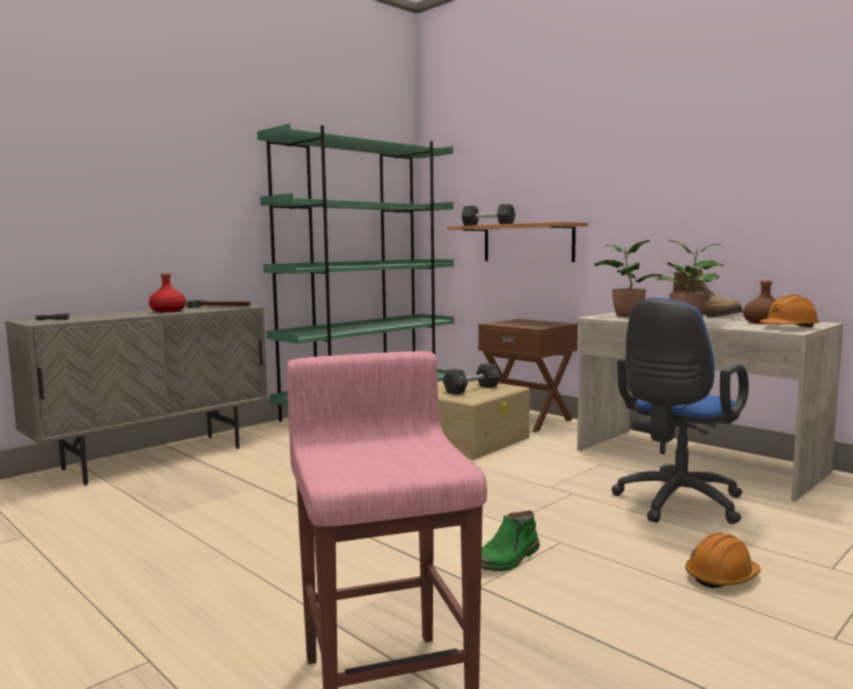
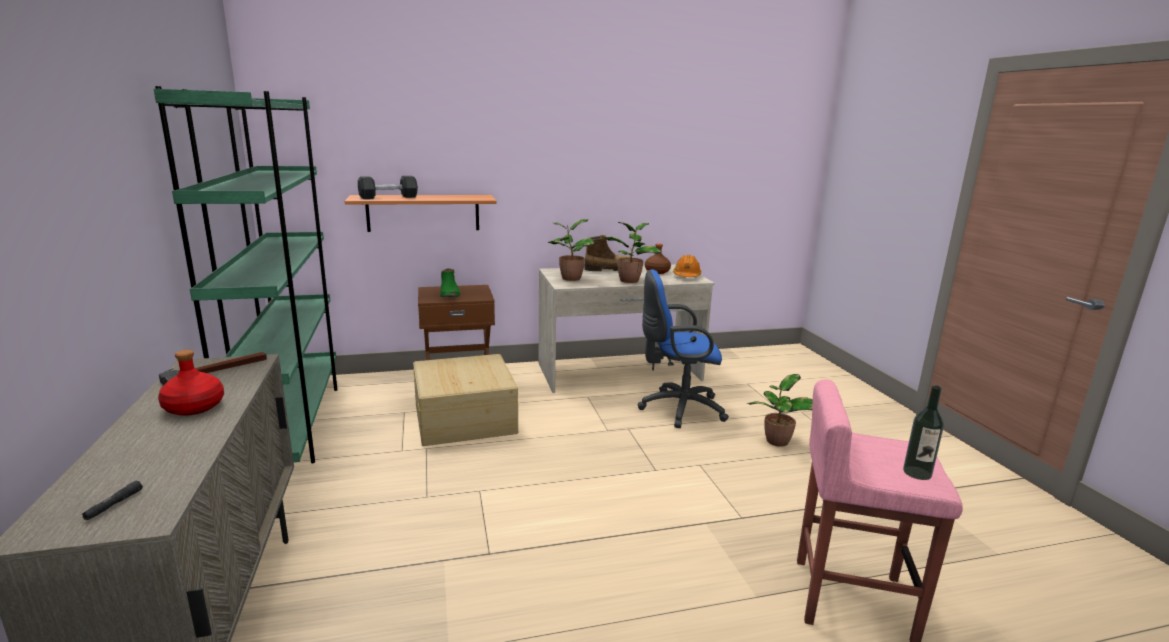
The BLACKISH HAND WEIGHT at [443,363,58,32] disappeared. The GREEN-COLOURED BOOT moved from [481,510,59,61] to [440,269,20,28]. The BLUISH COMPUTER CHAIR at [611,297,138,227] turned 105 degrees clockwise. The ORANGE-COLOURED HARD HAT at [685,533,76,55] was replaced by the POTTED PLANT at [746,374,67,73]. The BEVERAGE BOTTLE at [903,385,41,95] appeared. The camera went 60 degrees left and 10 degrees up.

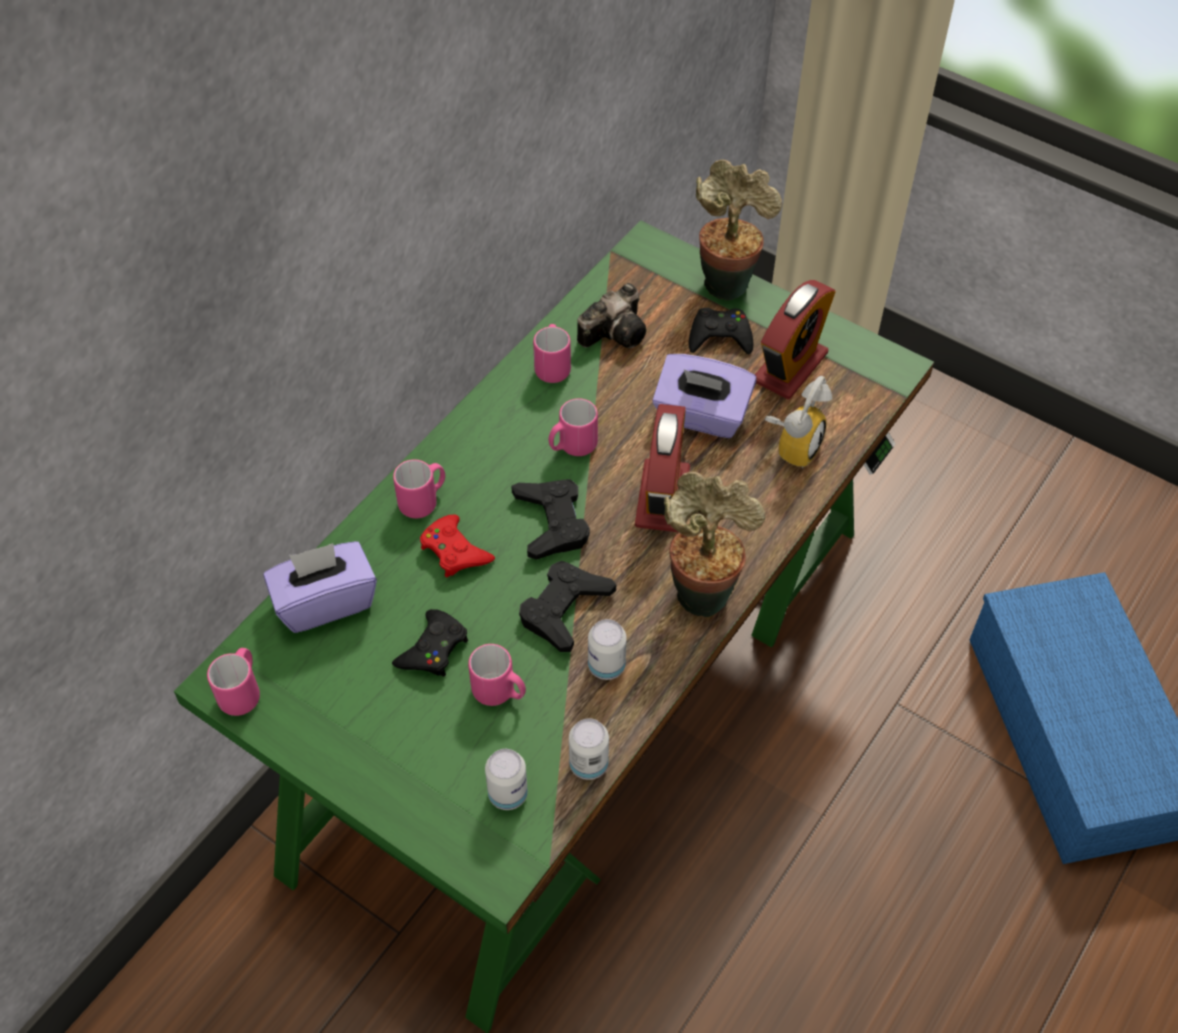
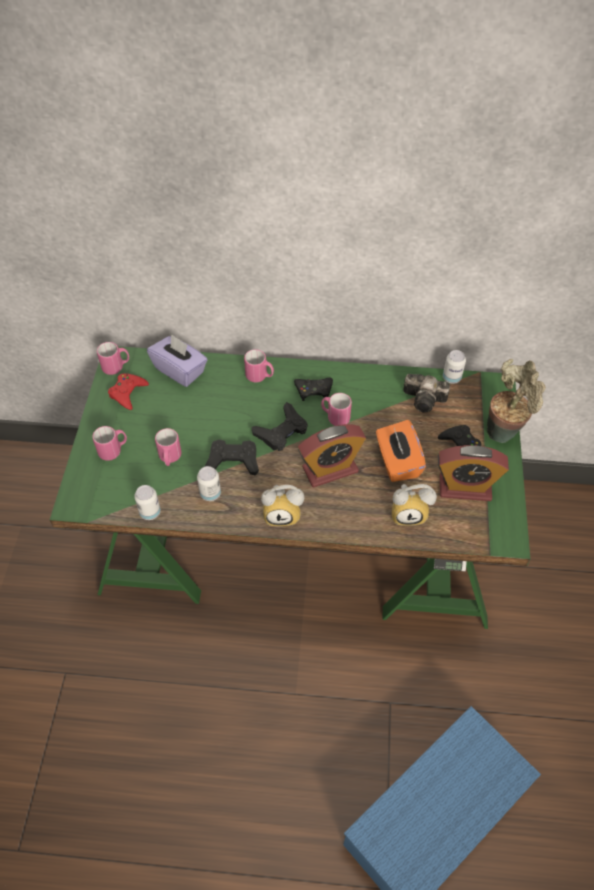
The BLACKISH JOYPAD moved from [392,609,76,68] to [294,378,39,23]. The REDDISH JOYPAD moved from [420,514,75,64] to [108,373,41,37]. The SEALED CAN moved from [485,749,43,61] to [443,350,23,34]. The PINK TEA MUG moved from [533,324,38,59] to [92,426,35,35]. The PURPLE-COLOURED BOX OF TISSUES at [652,354,105,84] became the ORANGE-COLOURED BOX OF TISSUES at [376,420,50,62]. The POTTED PLANT at [664,472,102,145] was replaced by the TABLE CLOCK at [261,485,44,41]. The camera went 60 degrees right and 0 degrees up.

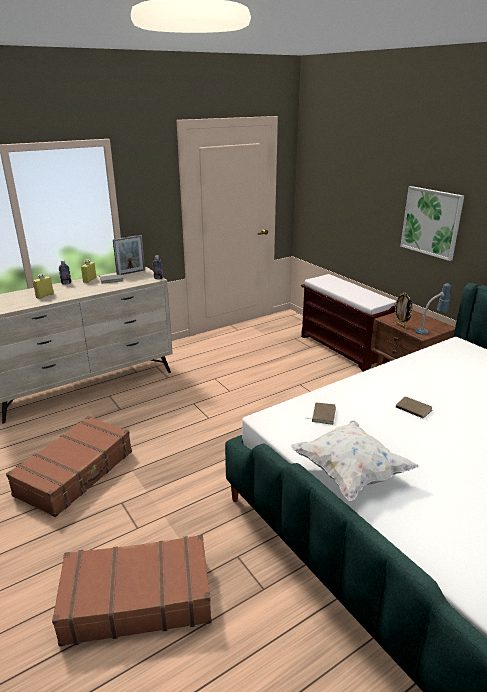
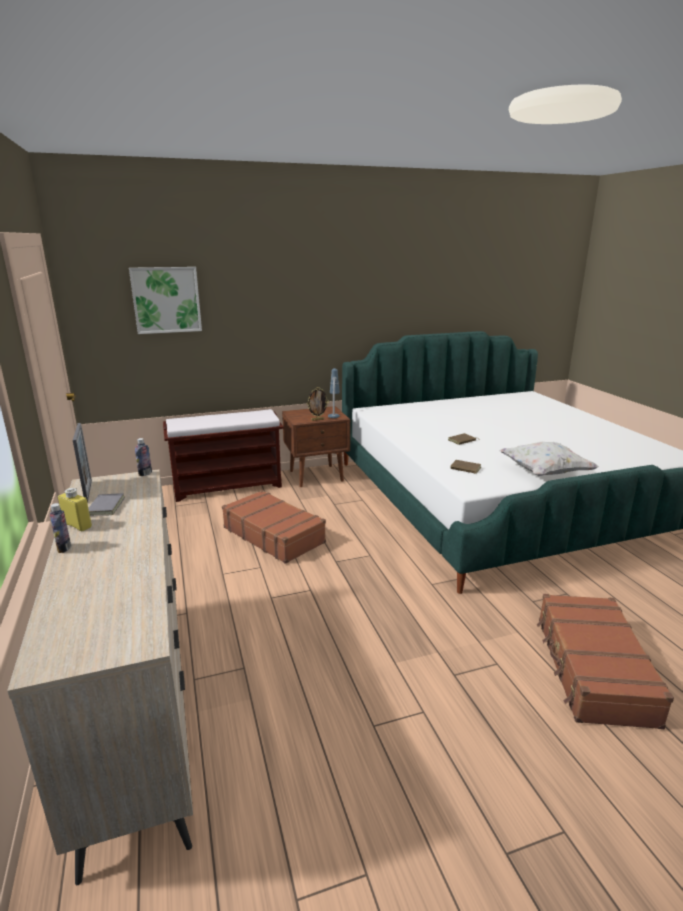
The BROWN TRAVEL CASE moved from [6,416,126,101] to [222,490,104,74]. The YELLOWISH BEVERAGE BOTTLE at [33,274,21,25] disappeared. The WALL PICTURE moved from [400,186,64,75] to [129,267,73,67]. The camera went 75 degrees left and 5 degrees down.

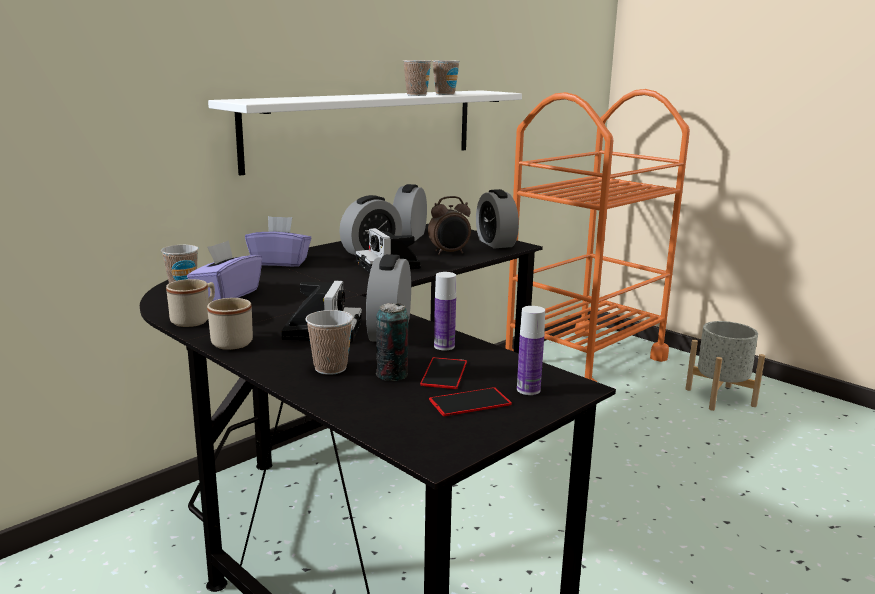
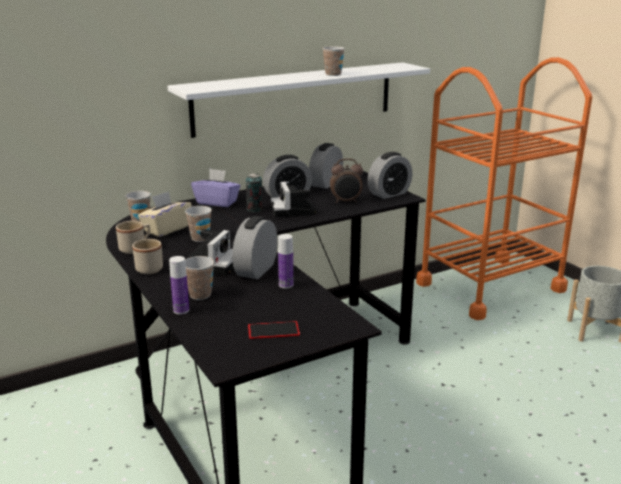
The PURPLE-COLOURED BOX OF TISSUES at [187,240,75,61] became the BEIGE BOX OF TISSUES at [138,191,54,46]. The SEALED CAN moved from [376,303,33,78] to [246,173,17,39]. The TELEPHONE at [420,357,47,32] disappeared. The CUP moved from [432,60,28,35] to [185,206,27,36]. The TABLE CLOCK at [476,189,43,59] turned 120 degrees counterclockwise. The BEVERAGE BOTTLE moved from [517,306,28,89] to [169,256,20,58]. The camera went 15 degrees right and 5 degrees up.

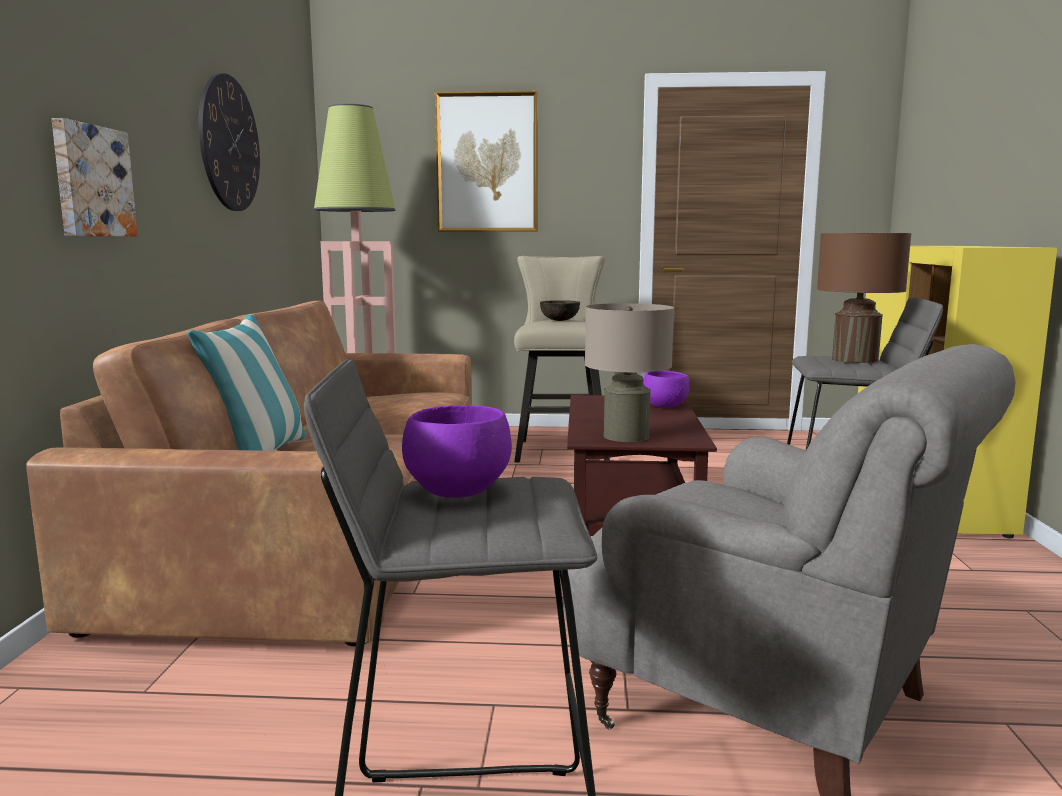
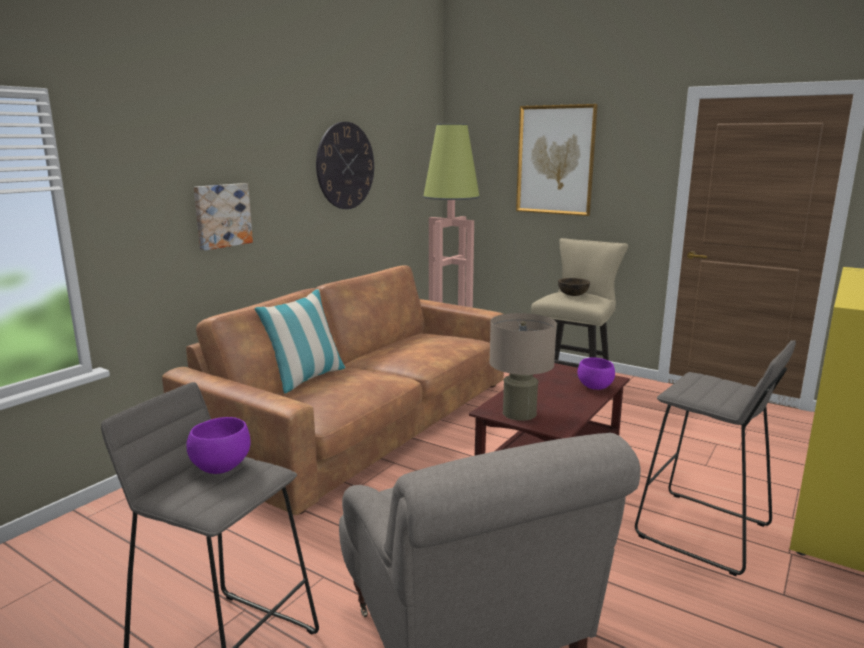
The BROWN LAMP FOR A TABLE at [817,233,95,130] disappeared. The camera went 30 degrees right and 5 degrees up.

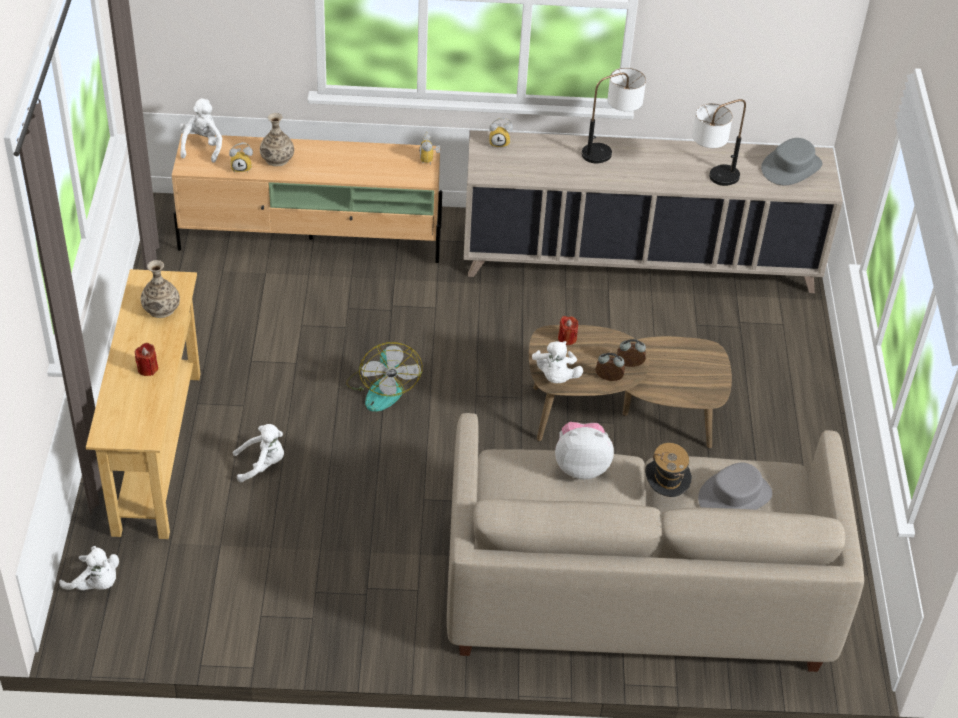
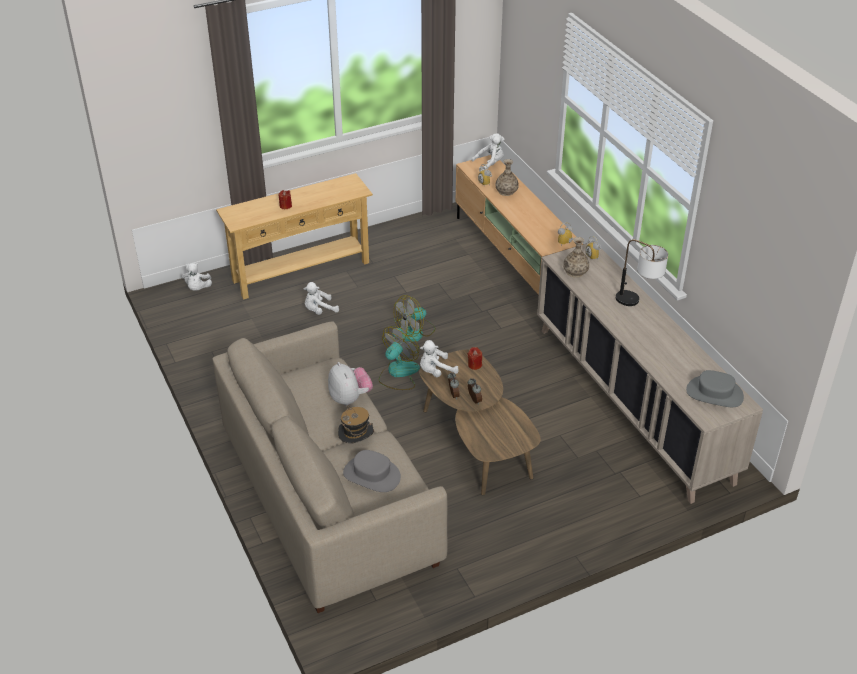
The VASE moved from [141,260,39,58] to [563,237,26,41]. The WHITE-COLOURED PLUSH TOY at [233,424,51,58] turned 105 degrees clockwise. The LAMP FOR A TABLE at [692,99,54,87] disappeared. The FAN at [379,326,41,64] appeared. The camera went 65 degrees right and 5 degrees down.

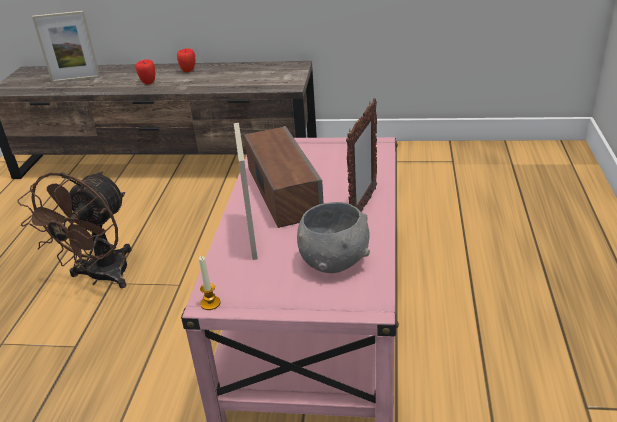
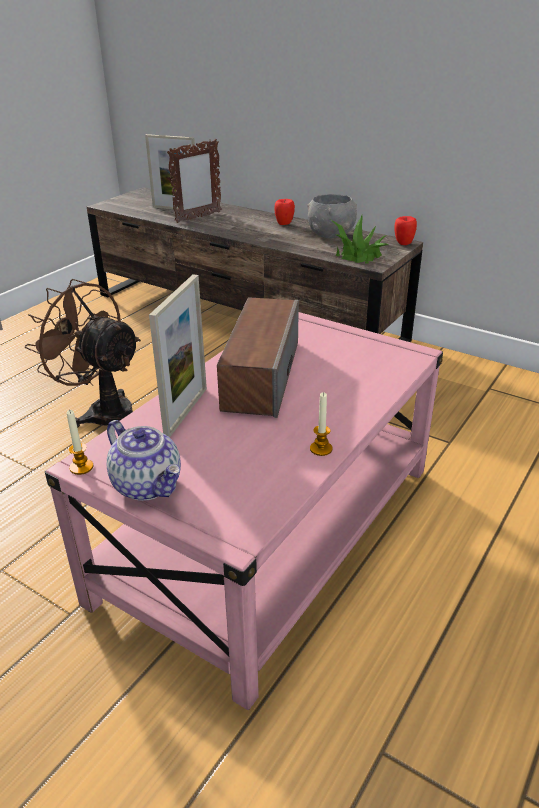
The BROWN FAN at [18,171,113,117] turned 75 degrees clockwise. The APPLE FRUIT moved from [136,59,19,25] to [394,216,23,29]. The GREYISH SERVING BOWL moved from [297,202,73,71] to [307,194,50,44]. The STANDING FRAME moved from [346,98,31,114] to [167,139,55,84]. The TEA POT at [107,420,74,81] appeared. The CANDLE at [310,392,23,64] appeared. The POTTED PLANT at [330,215,59,49] appeared. The camera went 25 degrees right and 0 degrees up.

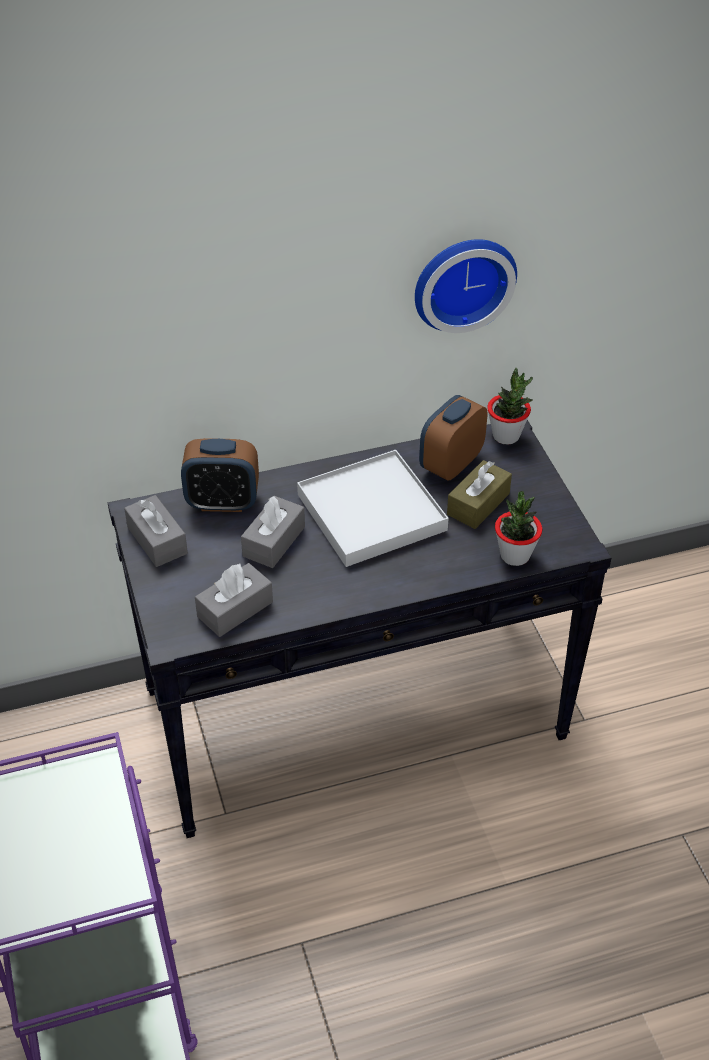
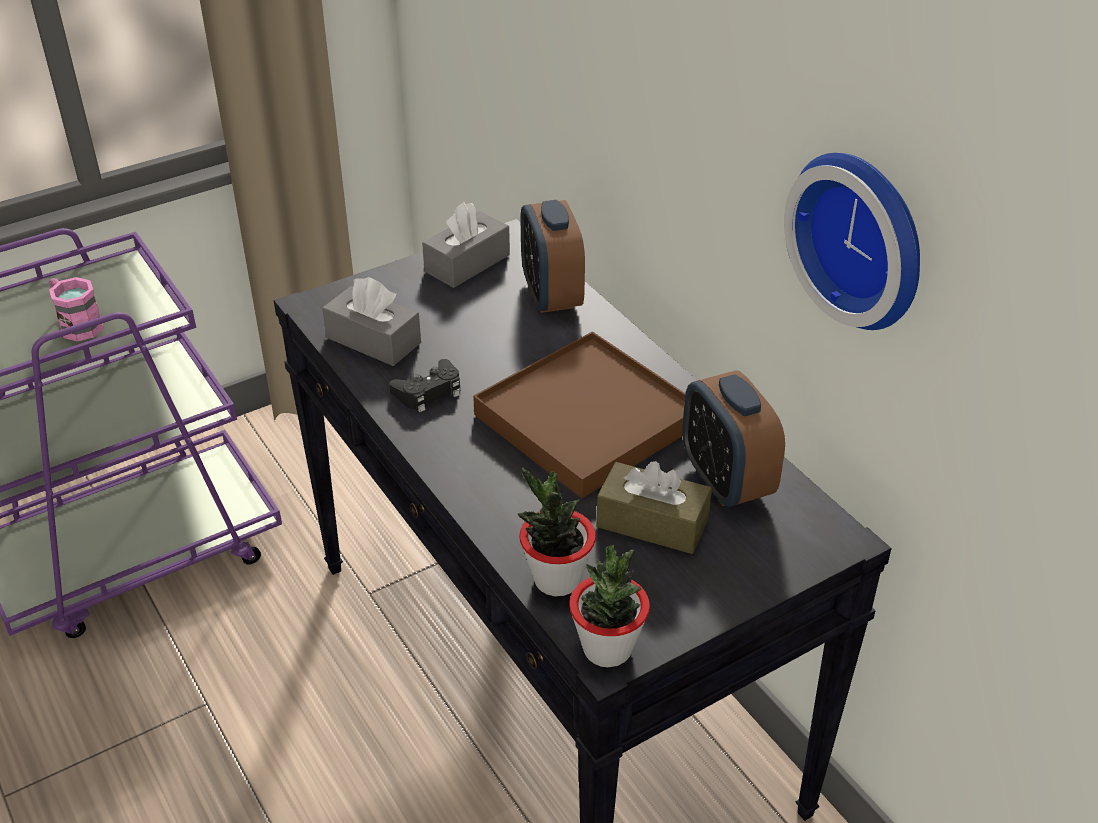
The GREYISH BOX OF TISSUES at [241,496,64,72] disappeared. The WHITE-COLOURED SERVING TRAY at [297,450,152,117] became the BROWN SERVING TRAY at [473,331,213,167]. The TABLE CLOCK at [419,395,68,86] turned 135 degrees counterclockwise. The POTTED PLANT moved from [487,368,46,76] to [569,545,81,122]. The PINK TEA MUG at [49,277,55,65] appeared. The BLACKISH JOYPAD at [389,359,71,53] appeared. The camera went 75 degrees right and 5 degrees down.

